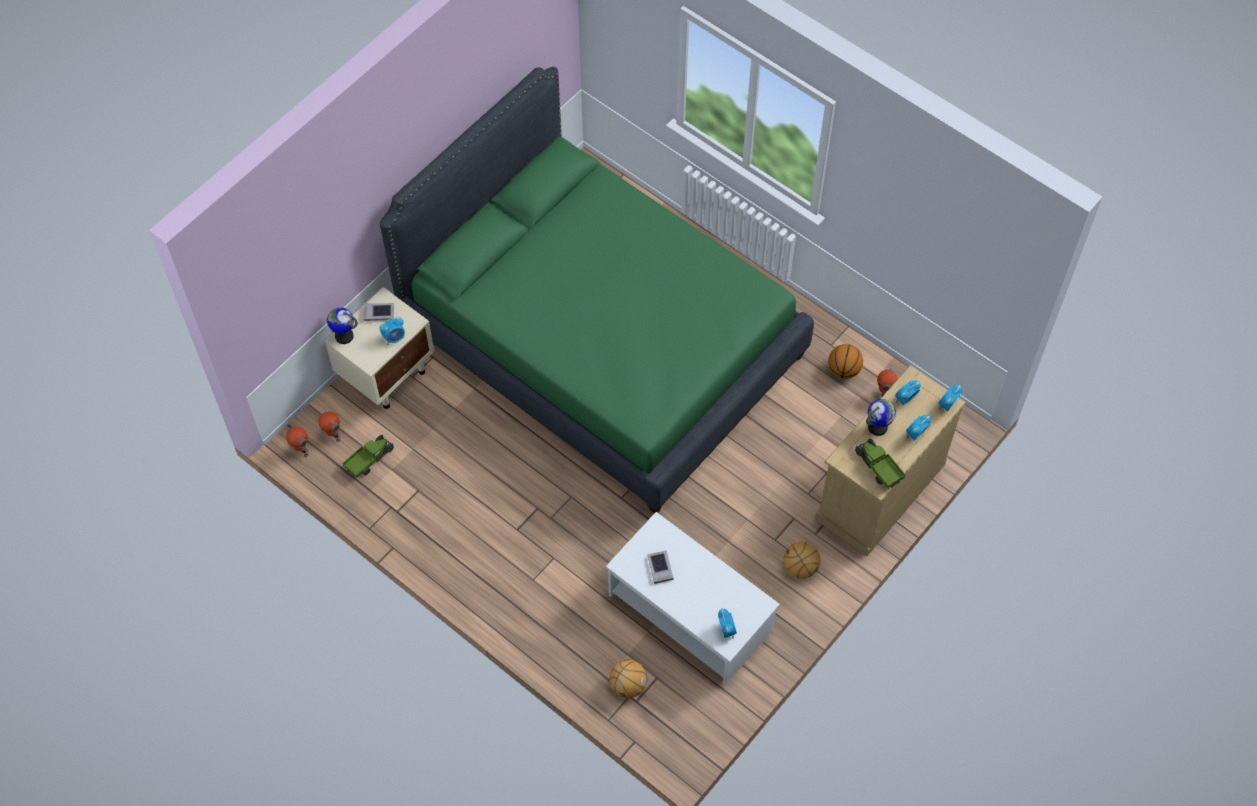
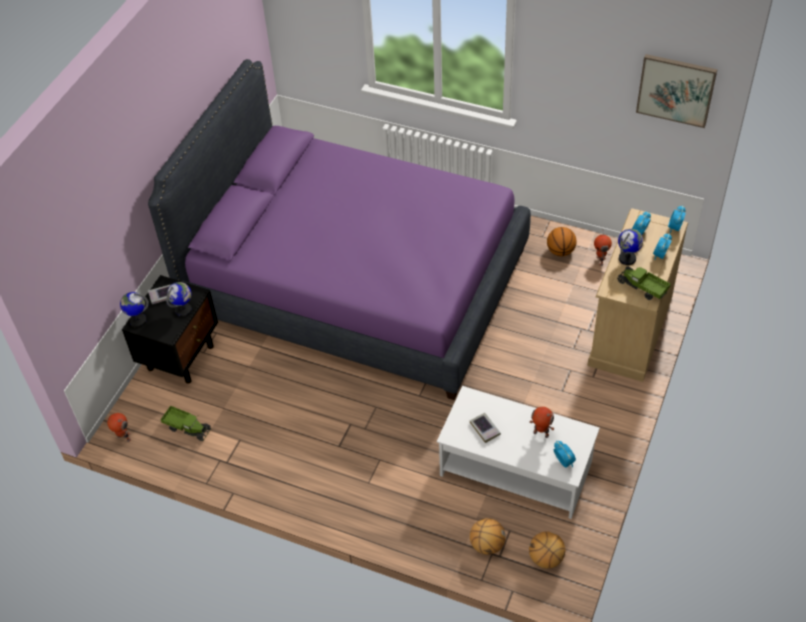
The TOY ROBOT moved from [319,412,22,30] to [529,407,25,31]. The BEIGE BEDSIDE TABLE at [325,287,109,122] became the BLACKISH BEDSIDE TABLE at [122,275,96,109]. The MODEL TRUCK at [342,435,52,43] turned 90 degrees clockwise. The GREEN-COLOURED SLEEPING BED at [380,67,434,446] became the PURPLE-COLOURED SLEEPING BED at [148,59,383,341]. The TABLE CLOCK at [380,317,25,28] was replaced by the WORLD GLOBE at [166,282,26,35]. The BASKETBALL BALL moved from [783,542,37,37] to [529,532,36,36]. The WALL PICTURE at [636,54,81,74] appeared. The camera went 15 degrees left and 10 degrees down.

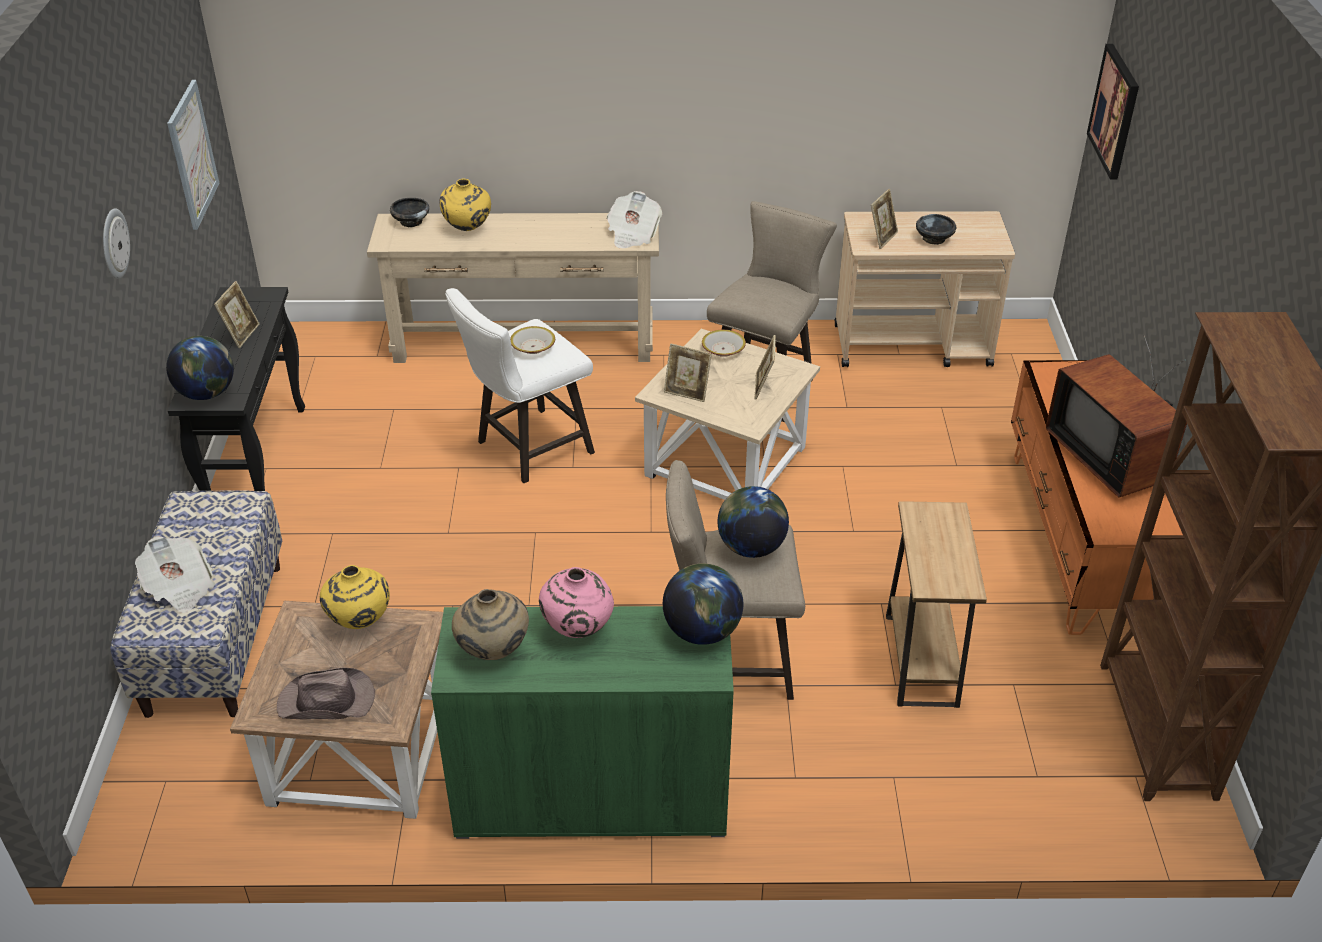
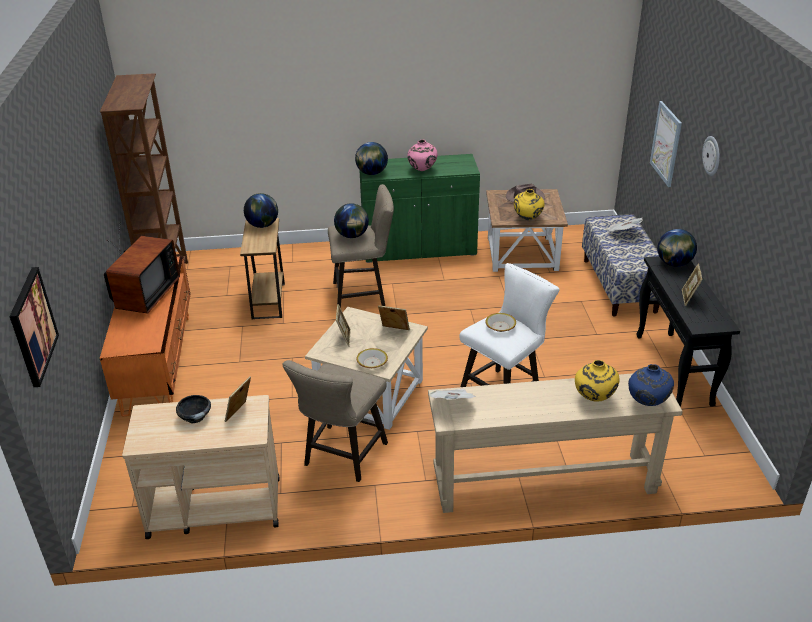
The WALL PICTURE moved from [167,80,52,150] to [650,101,32,86]. The BLACKISH SERVING BOWL at [390,198,39,29] was replaced by the BLUISH VASE at [628,364,46,42]. The BEIGE VASE at [452,589,77,71] disappeared. The TV at [1046,335,141,162] turned 45 degrees clockwise. The WORLD GLOBE at [244,193,34,35] appeared. The camera went 175 degrees right and 5 degrees down.

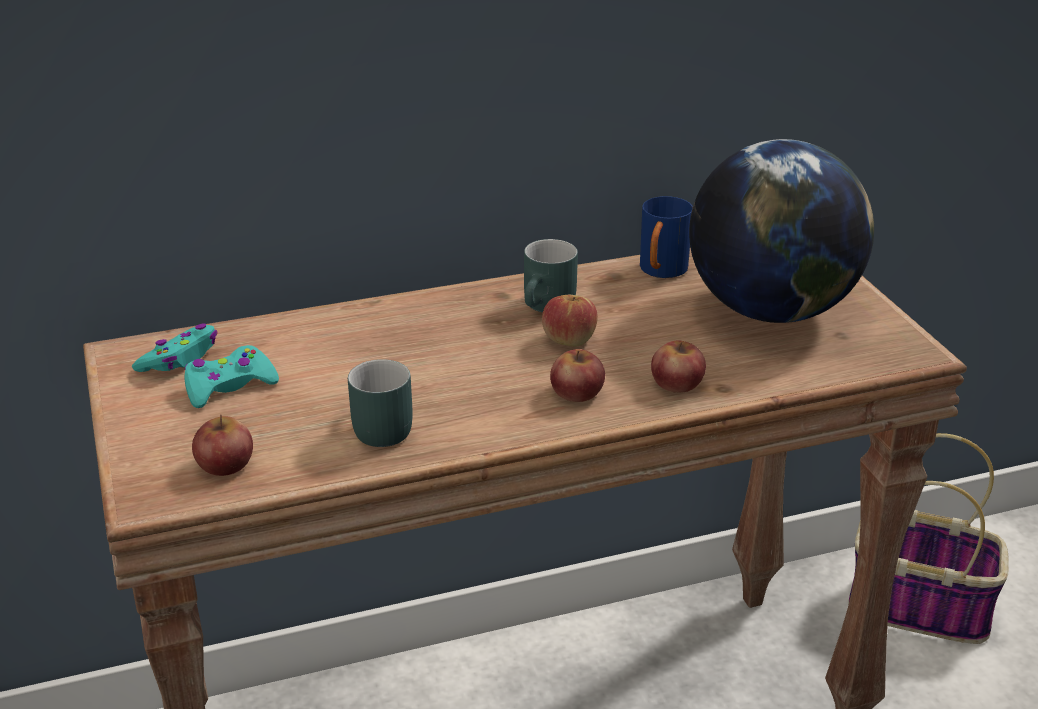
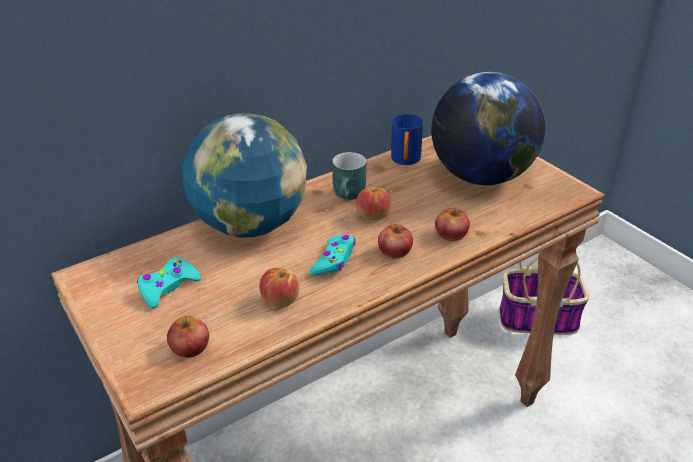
The TURQUOISE JOYPAD moved from [132,324,85,48] to [309,235,46,41]. The TURQUOISE TEA MUG at [348,359,65,88] was replaced by the APPLE FRUIT at [259,268,41,40]. The WORLD GLOBE at [182,113,125,124] appeared. The camera went 15 degrees left and 5 degrees up.

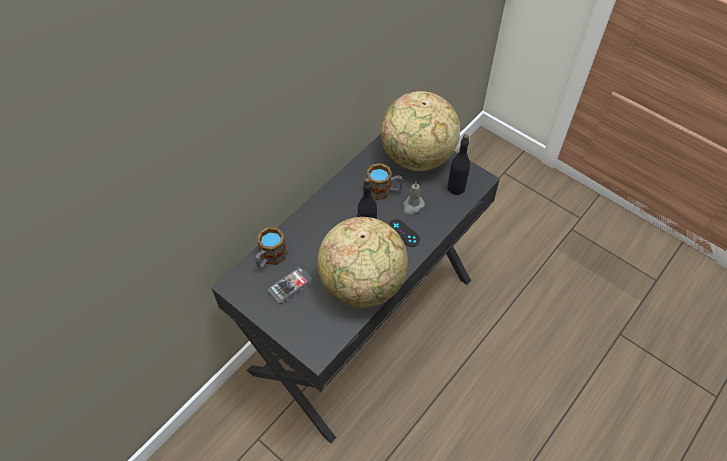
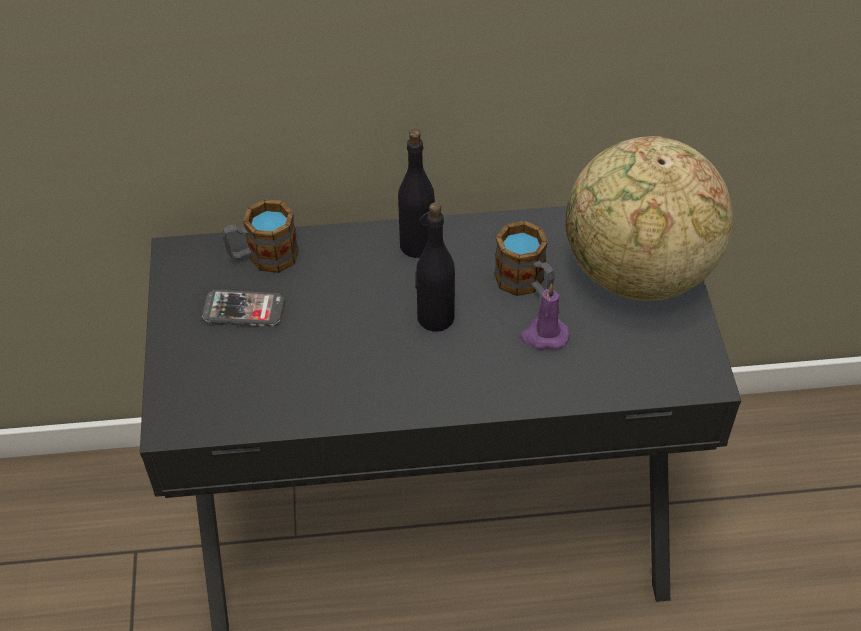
The WORLD GLOBE at [317,217,91,91] disappeared. The BLACKISH JOYPAD at [389,219,31,28] disappeared. The GREYISH CANDLE at [403,182,22,32] became the PURPLE-COLOURED CANDLE at [519,283,51,67]. The BLACKISH BEVERAGE BOTTLE moved from [447,134,23,61] to [398,129,37,129]. The camera went 45 degrees right and 5 degrees down.

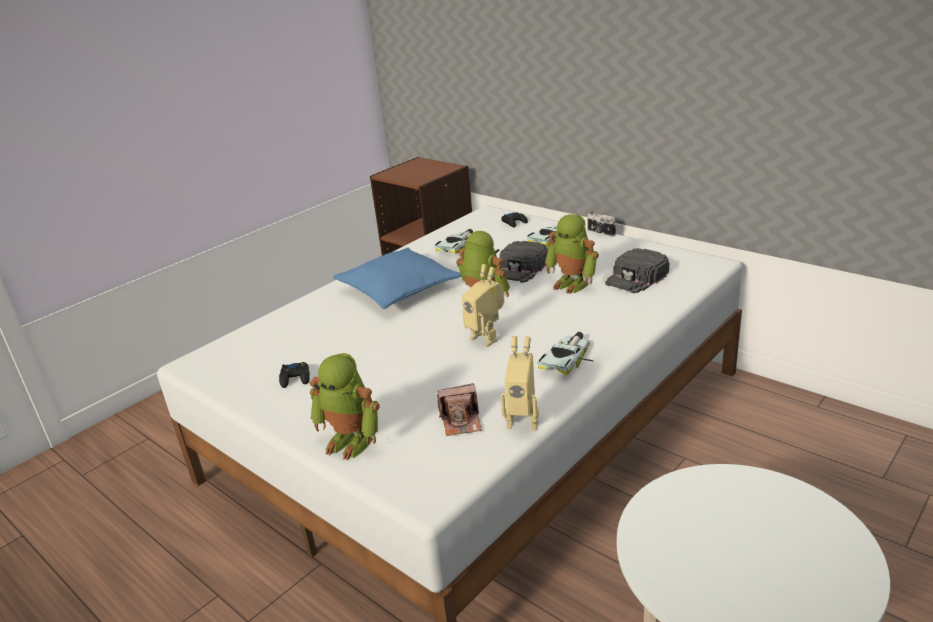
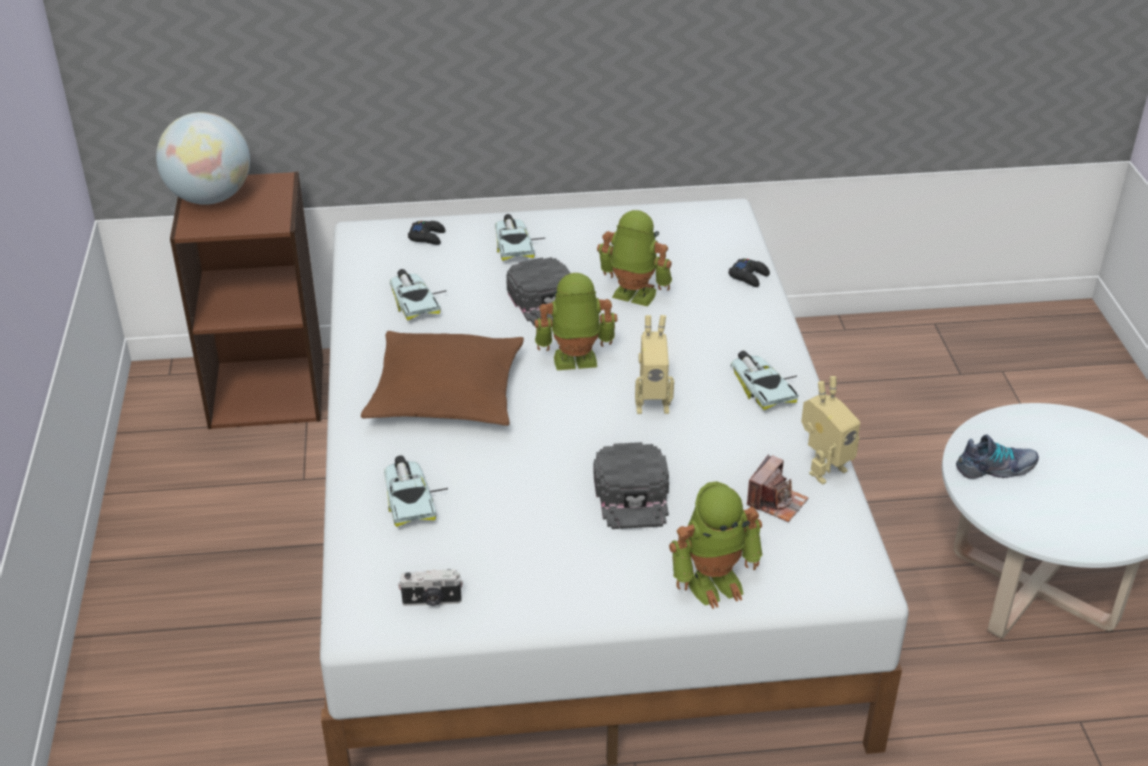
The BLACKISH JOYPAD moved from [279,362,31,26] to [728,259,42,28]. The BLUISH THROW PILLOW at [333,248,128,61] became the BROWN THROW PILLOW at [361,331,163,95]. The TOY ROBOT at [545,214,54,80] turned 150 degrees counterclockwise. The STILL CAMERA moved from [588,212,28,25] to [398,569,65,37]. The BLACKISH PEAKED CAP moved from [605,248,65,45] to [593,442,76,87]. The WORLD GLOBE at [156,112,94,93] appeared. The MODEL CAR at [384,455,64,72] appeared. The SHOE at [956,435,83,44] appeared. The camera went 50 degrees left and 10 degrees up.

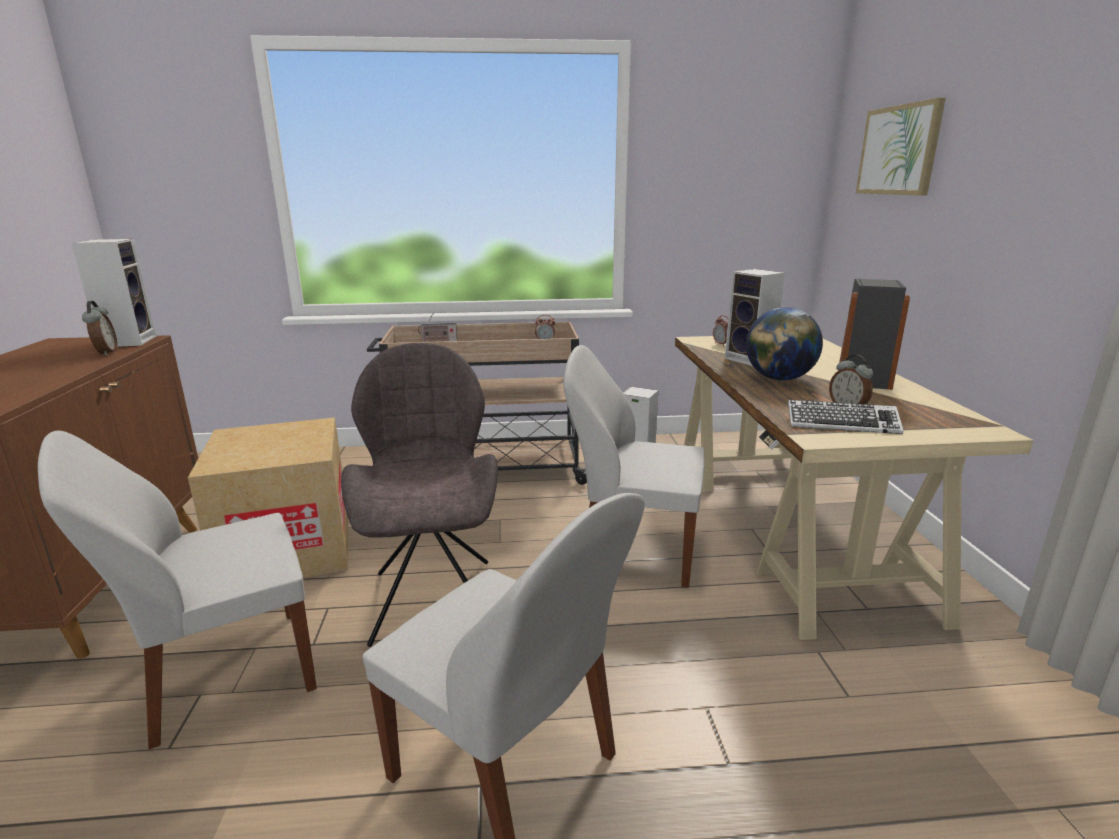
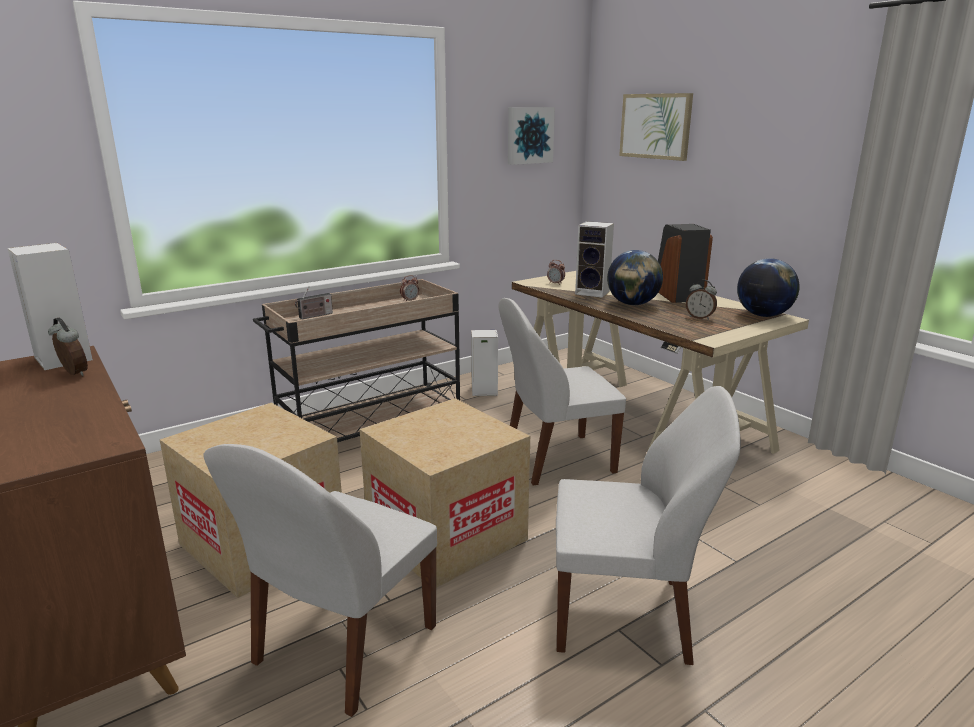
The GREYISH UPRIGHT CHAIR at [341,343,157,304] was replaced by the CARDBOARD BOX at [359,398,171,190]. The KEYBOARD at [788,400,116,34] disappeared. The WALL PICTURE at [508,107,47,58] appeared. The WORLD GLOBE at [737,258,63,59] appeared. The camera went 30 degrees left and 0 degrees up.

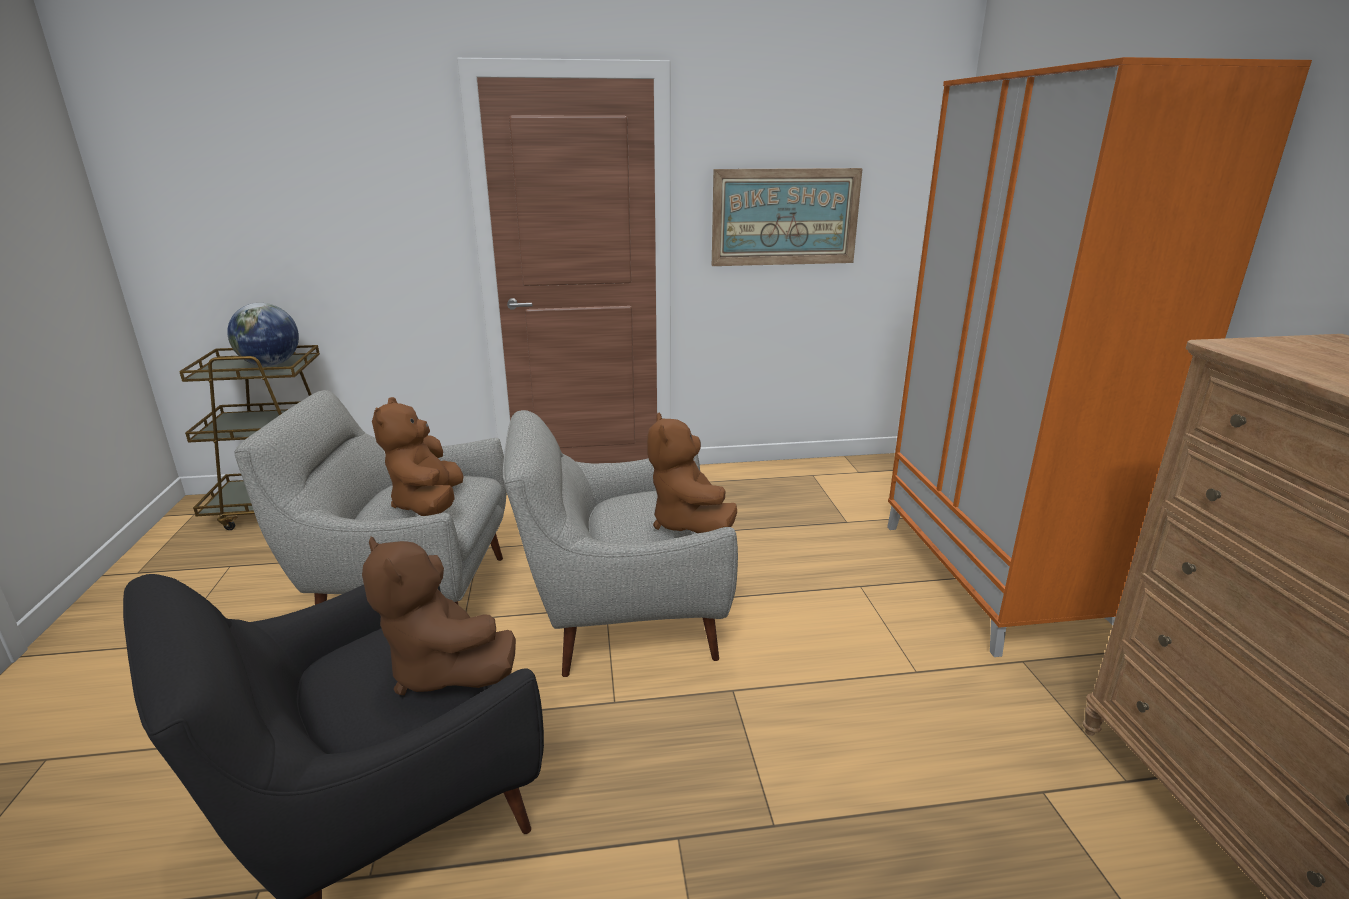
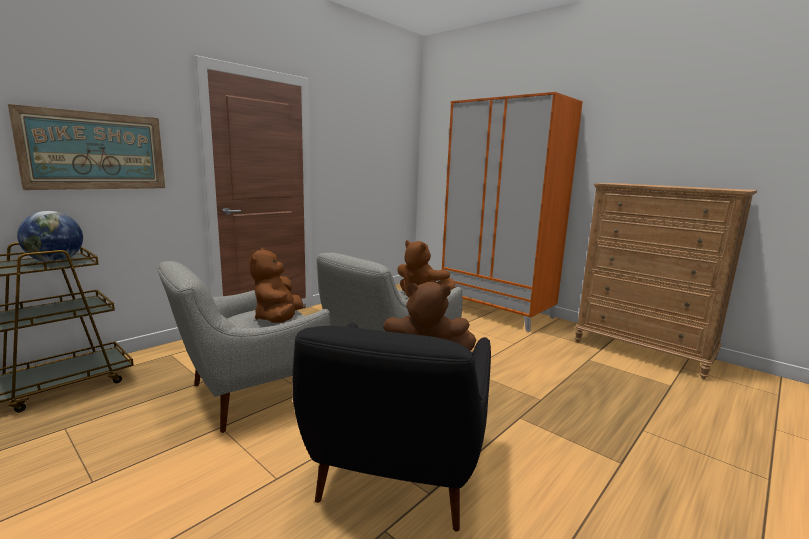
The BROWN PLUSH TOY at [372,397,92,119] turned 45 degrees clockwise. The WALL PICTURE moved from [712,168,151,98] to [8,104,157,86]. The camera went 40 degrees left and 10 degrees down.

